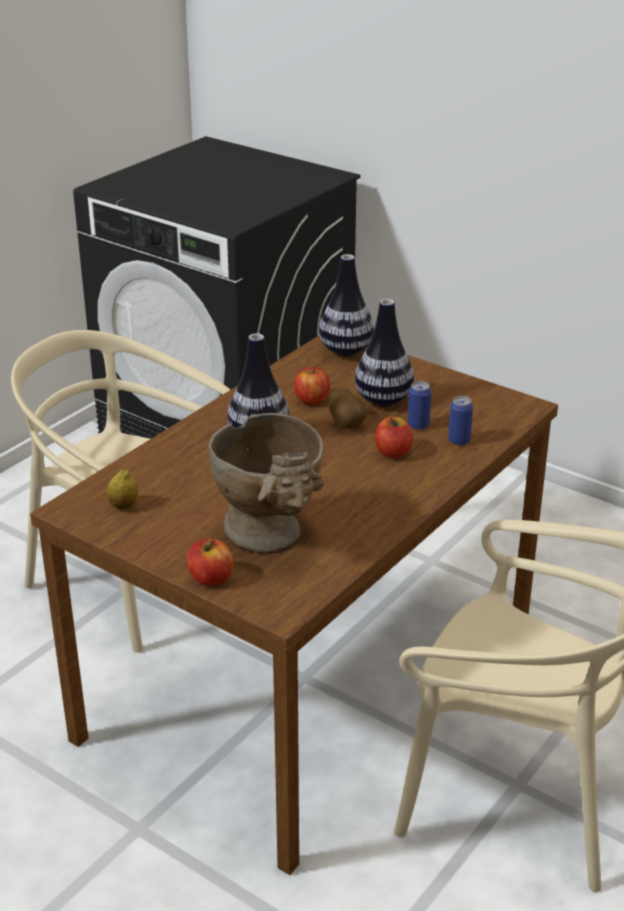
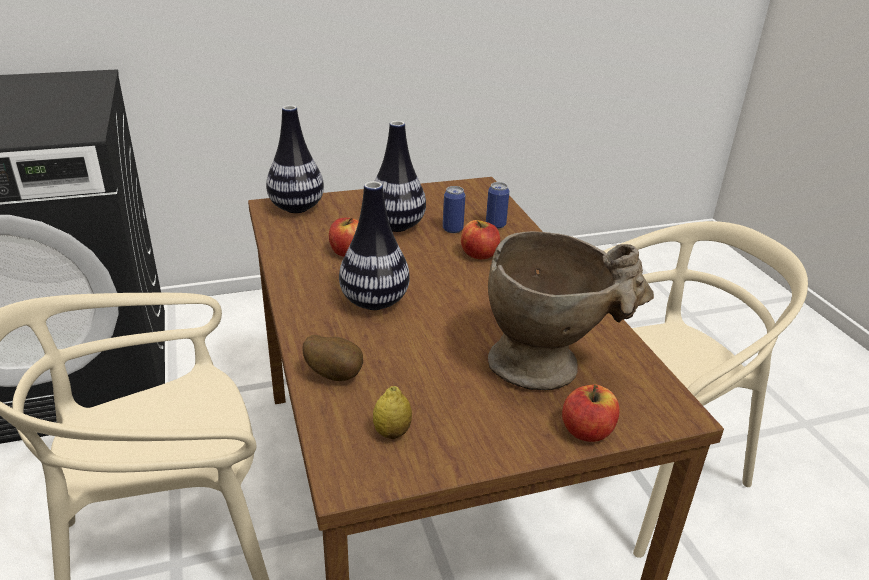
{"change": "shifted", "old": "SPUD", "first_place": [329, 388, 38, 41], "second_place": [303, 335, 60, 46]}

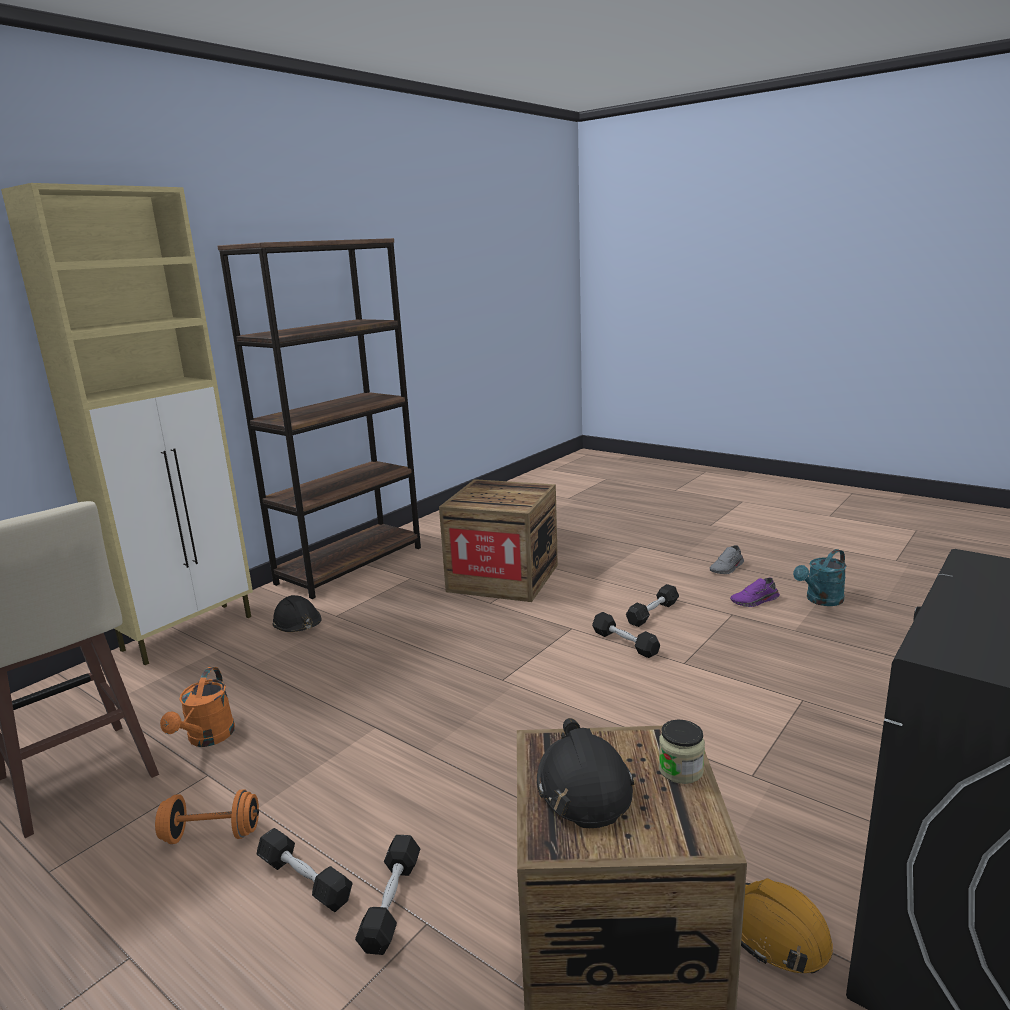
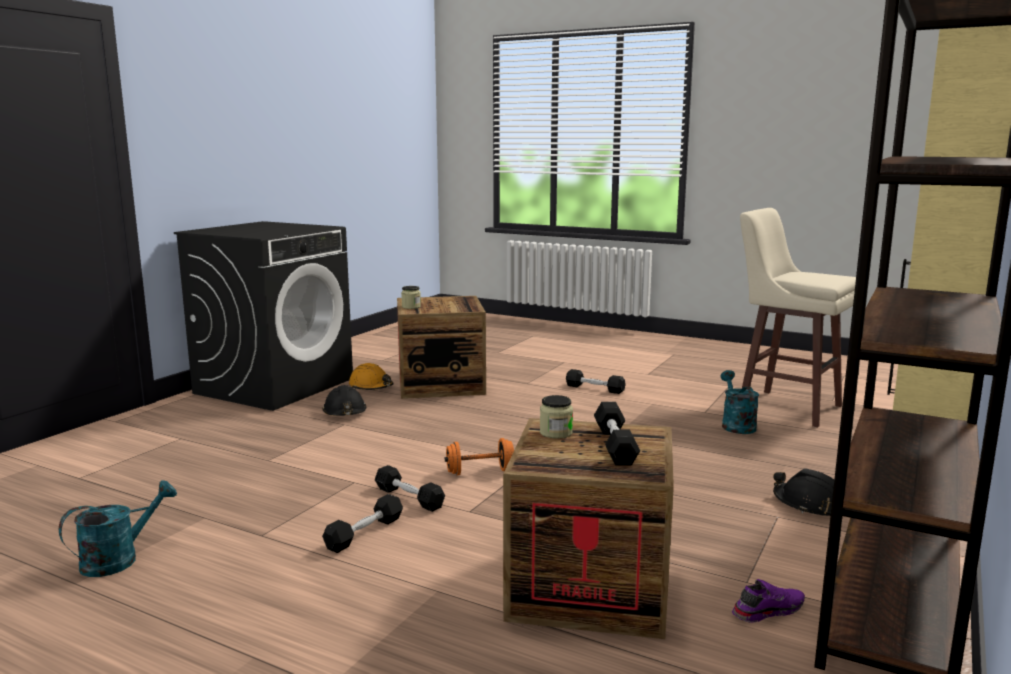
{"change": "shifted", "old": "BLACKISH SAFETY HELMET", "first_place": [537, 718, 97, 110], "second_place": [322, 385, 44, 31]}
{"change": "shifted", "old": "ORANGEY FREE WEIGHT", "first_place": [155, 789, 104, 55], "second_place": [445, 438, 69, 37]}
{"change": "new", "new": "JAR", "second_place": [540, 395, 33, 44]}
{"change": "shifted", "old": "BLACKISH FREE WEIGHT", "first_place": [355, 835, 65, 120], "second_place": [594, 402, 46, 64]}
{"change": "repainted", "old": "ORANGEY SPRINKLING CAN", "new": "TURQUOISE SPRINKLING CAN", "first_place": [160, 667, 75, 80], "second_place": [721, 370, 38, 64]}
{"change": "shifted", "old": "PURPLISH SHOE", "first_place": [730, 578, 50, 29], "second_place": [732, 579, 73, 44]}
{"change": "gone", "old": "GRAY SHOE", "first_place": [710, 545, 34, 29]}

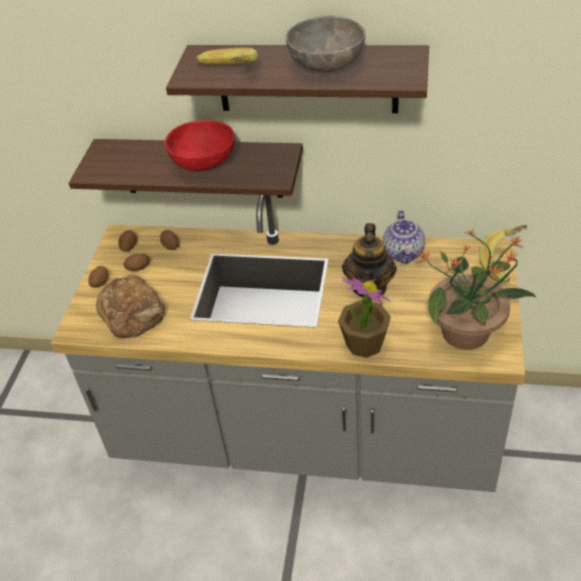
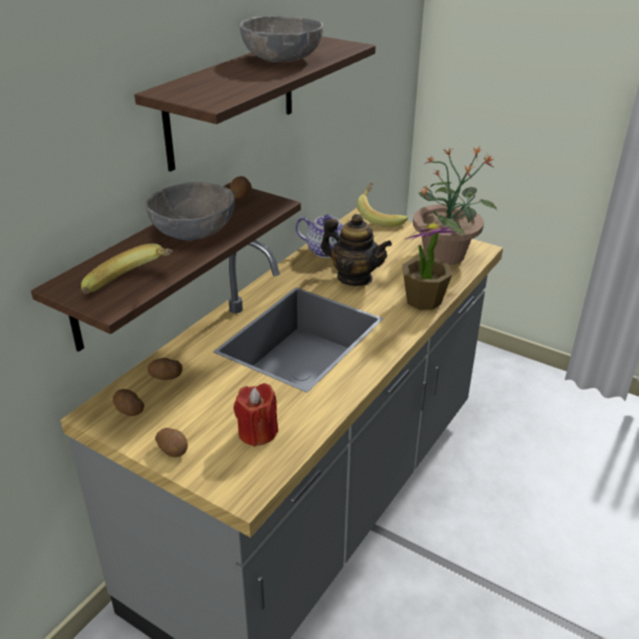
{"change": "shifted", "old": "BANANA FRUIT", "first_place": [196, 48, 63, 17], "second_place": [81, 244, 91, 50]}
{"change": "repainted", "old": "RED BOWL", "new": "GRAY BOWL", "first_place": [165, 120, 70, 51], "second_place": [145, 182, 90, 59]}
{"change": "shifted", "old": "SPUD", "first_place": [124, 253, 26, 18], "second_place": [230, 176, 22, 23]}
{"change": "swapped", "old": "BAKERY BREAD", "new": "RED WAX CANDLE", "first_place": [96, 275, 69, 63], "second_place": [234, 383, 44, 64]}

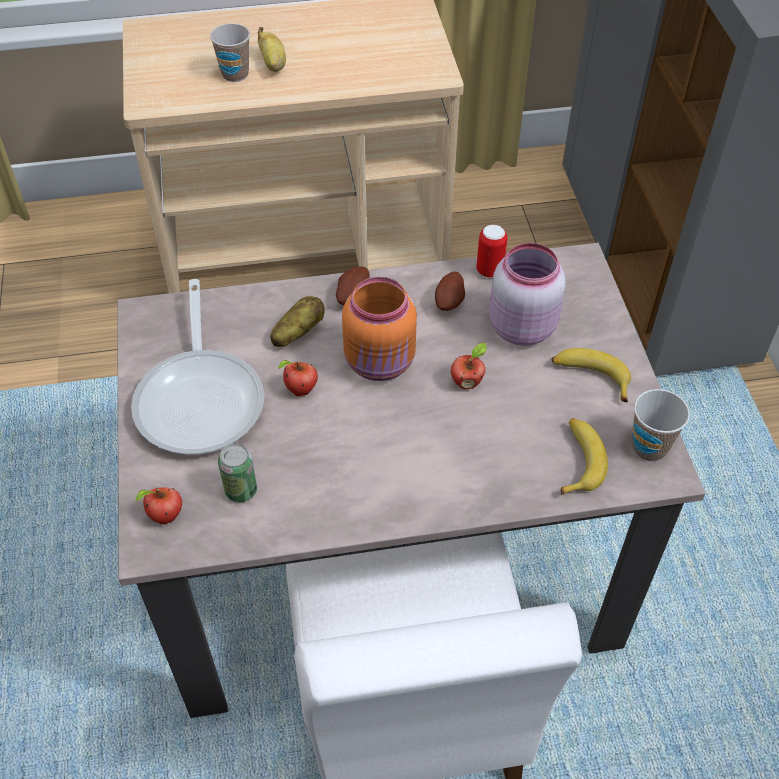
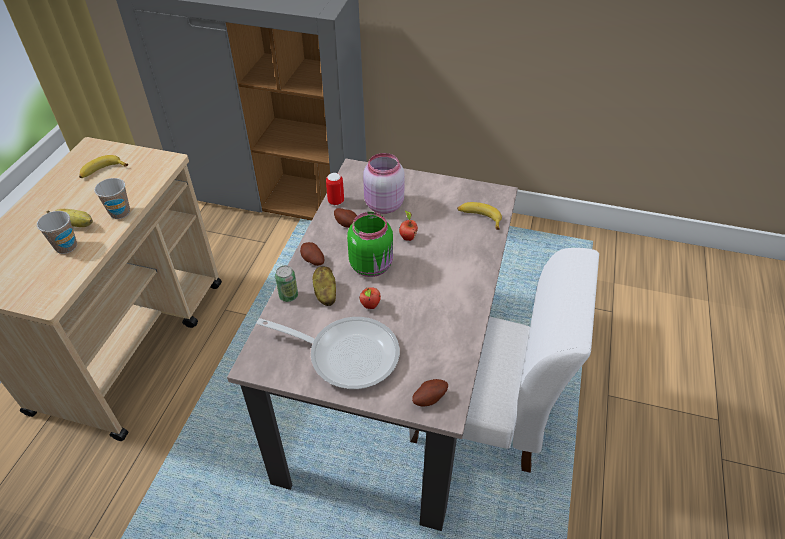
{"change": "shifted", "old": "BANANA FRUIT", "first_place": [551, 348, 80, 54], "second_place": [79, 155, 49, 23]}
{"change": "shifted", "old": "DRINKING CUP", "first_place": [632, 389, 58, 73], "second_place": [94, 178, 36, 41]}
{"change": "shifted", "old": "SEALED CAN", "first_place": [218, 444, 39, 58], "second_place": [275, 265, 23, 37]}
{"change": "repainted", "old": "ORANGEY JAR", "new": "GREEN JAR", "first_place": [342, 277, 75, 104], "second_place": [347, 212, 46, 65]}
{"change": "swapped", "old": "WHOLE APPLE", "new": "SPUD", "first_place": [136, 488, 46, 36], "second_place": [412, 379, 36, 28]}

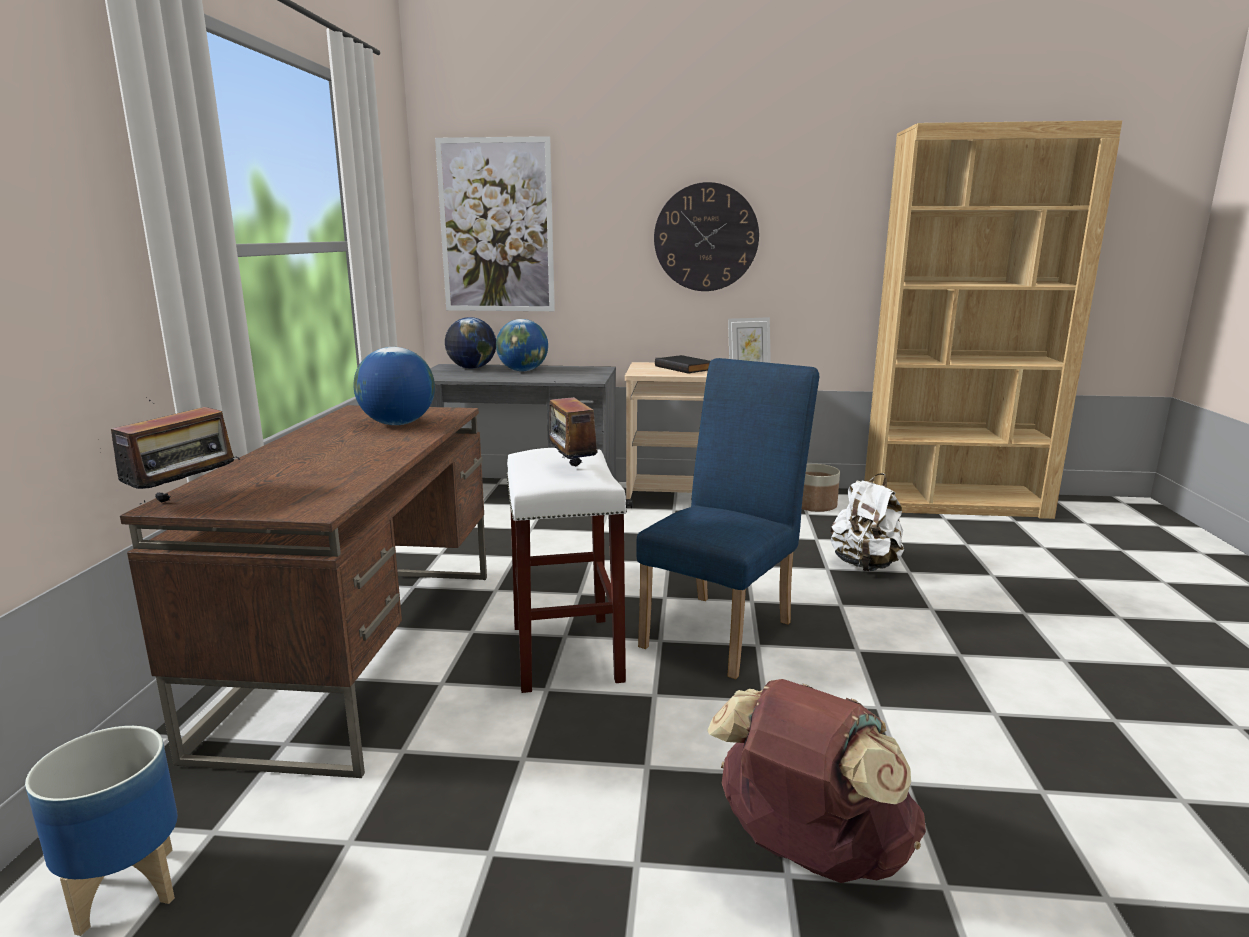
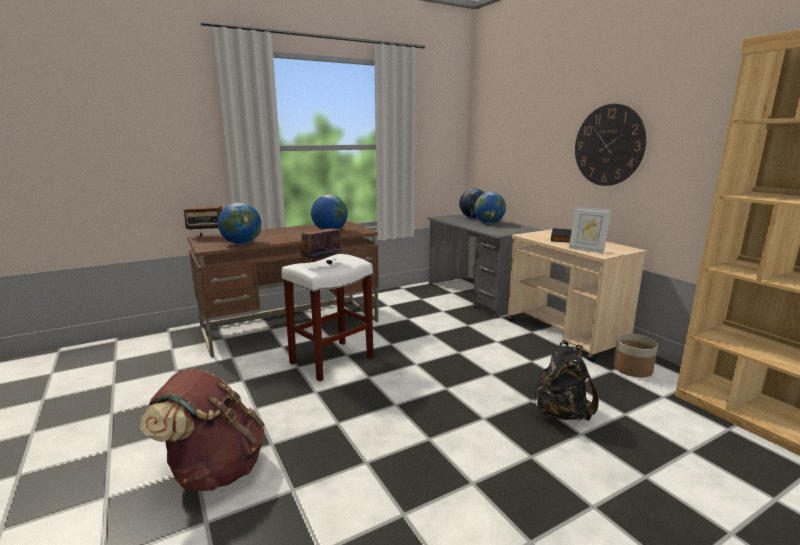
{"change": "new", "new": "DESK GLOBE", "second_place": [218, 203, 44, 41]}
{"change": "repainted", "old": "WHITE-COLOURED BACKPACK", "new": "BLACKISH BACKPACK", "first_place": [831, 473, 73, 98], "second_place": [534, 344, 65, 77]}
{"change": "gone", "old": "PLANT POT", "first_place": [25, 726, 153, 210]}
{"change": "gone", "old": "WALL ART", "first_place": [435, 136, 120, 175]}
{"change": "gone", "old": "BLUE CHAIR", "first_place": [636, 358, 183, 321]}

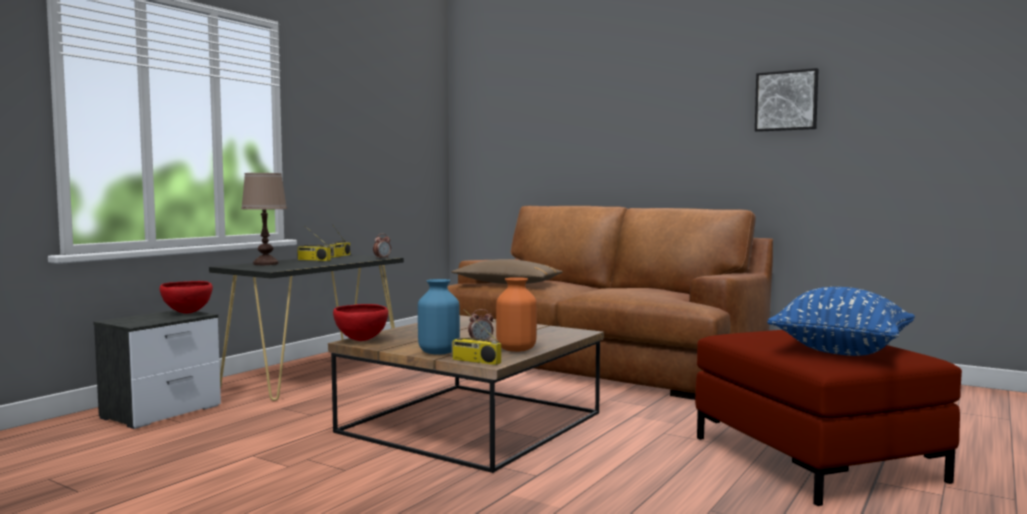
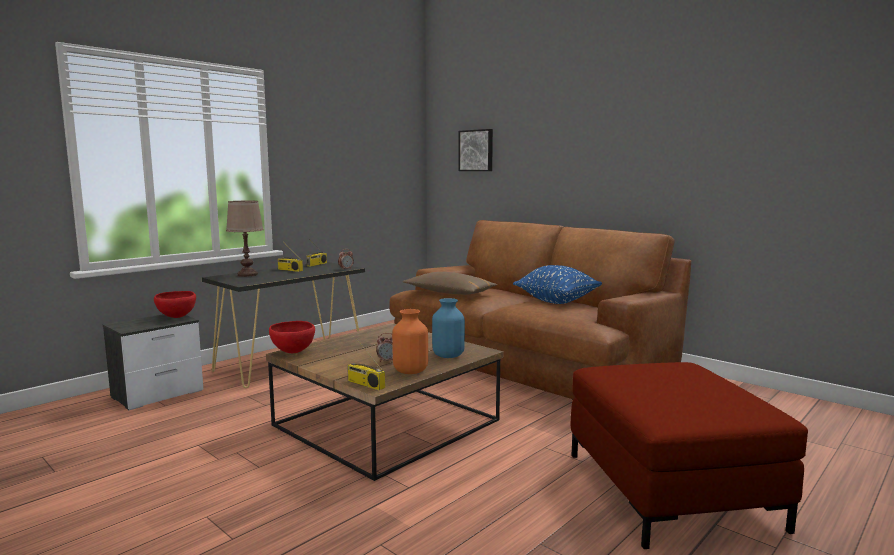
{"change": "shifted", "old": "BLUE FLOWER VASE", "first_place": [418, 279, 42, 76], "second_place": [432, 298, 33, 60]}
{"change": "shifted", "old": "WALL ART", "first_place": [755, 68, 64, 64], "second_place": [458, 129, 35, 42]}
{"change": "shifted", "old": "BLUE PILLOW", "first_place": [768, 287, 147, 69], "second_place": [513, 265, 89, 39]}

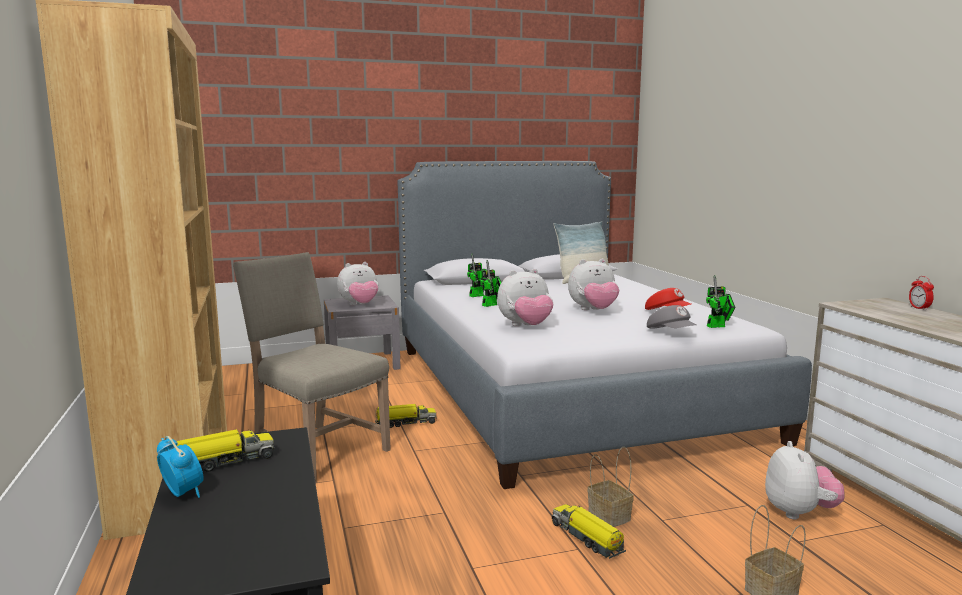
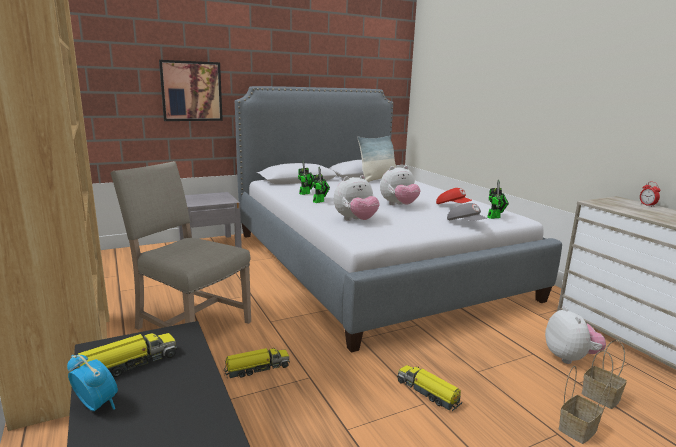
{"change": "new", "new": "WALL ART", "second_place": [159, 60, 64, 61]}
{"change": "shifted", "old": "MODEL TRUCK", "first_place": [375, 404, 62, 24], "second_place": [223, 348, 67, 30]}
{"change": "shifted", "old": "HOUSEHOLD BASKET", "first_place": [588, 447, 46, 80], "second_place": [582, 340, 45, 69]}
{"change": "gone", "old": "SOFT TOY", "first_place": [337, 262, 41, 43]}

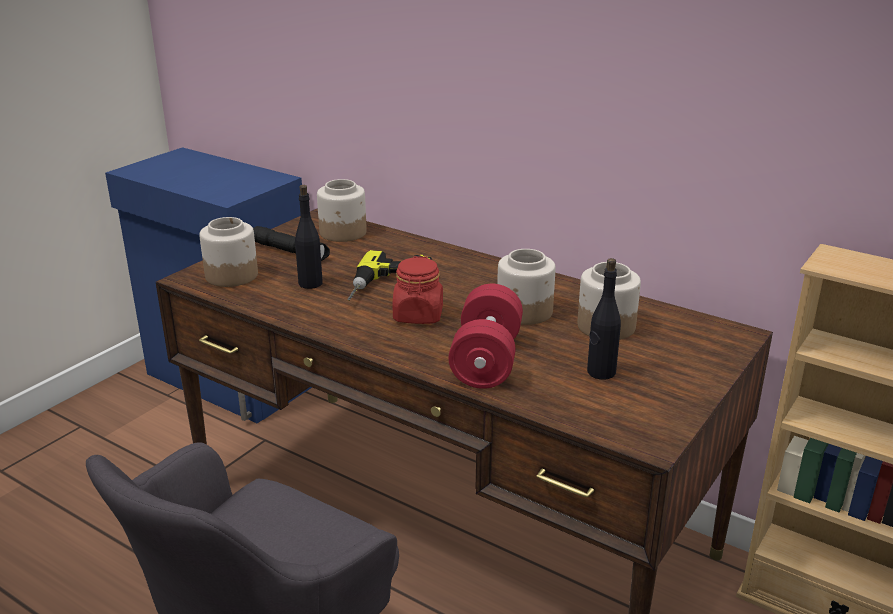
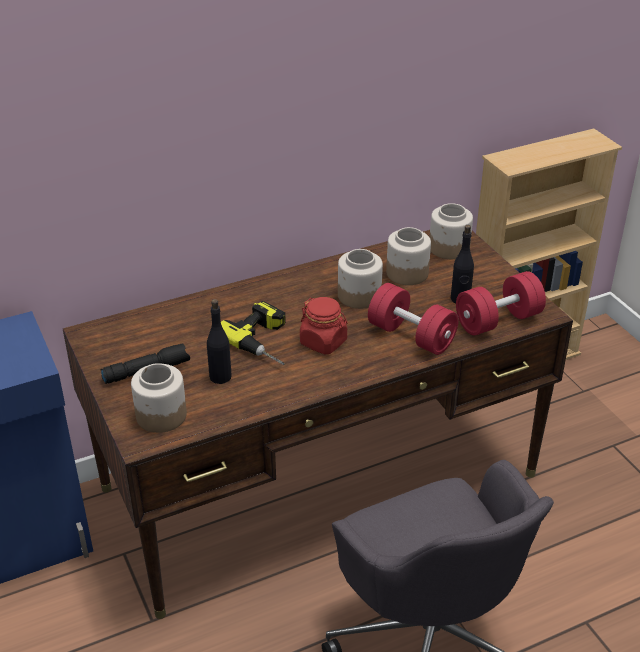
{"change": "shifted", "old": "JAR", "first_place": [317, 179, 50, 63], "second_place": [430, 203, 43, 56]}
{"change": "new", "new": "RED FREE WEIGHT", "second_place": [456, 271, 90, 64]}

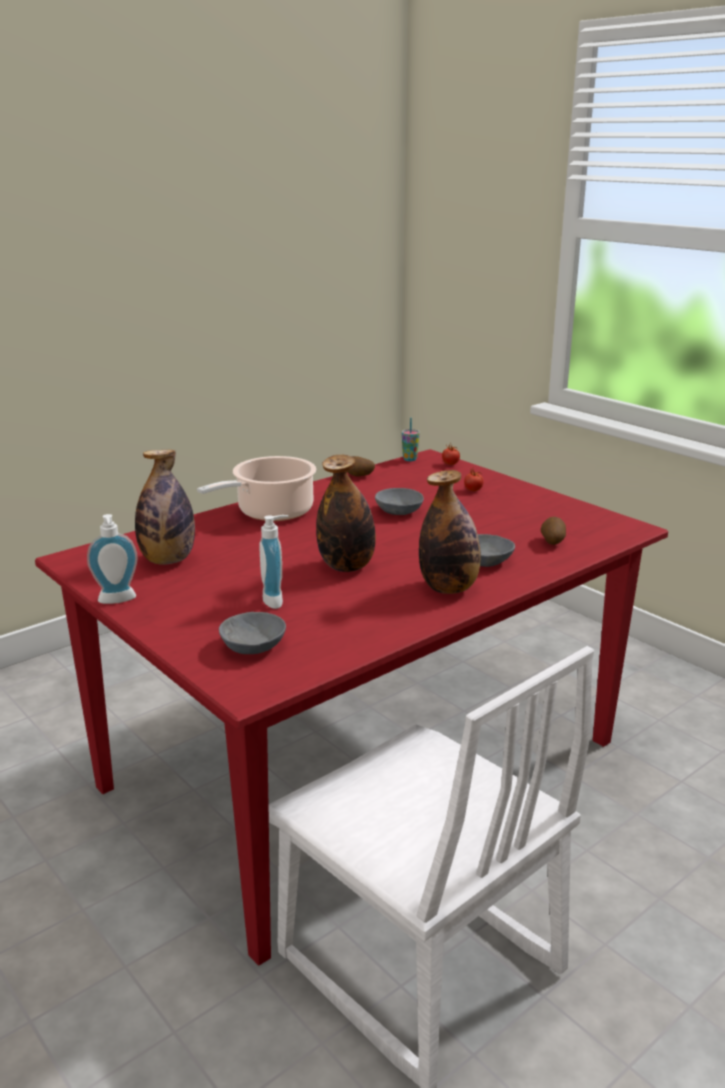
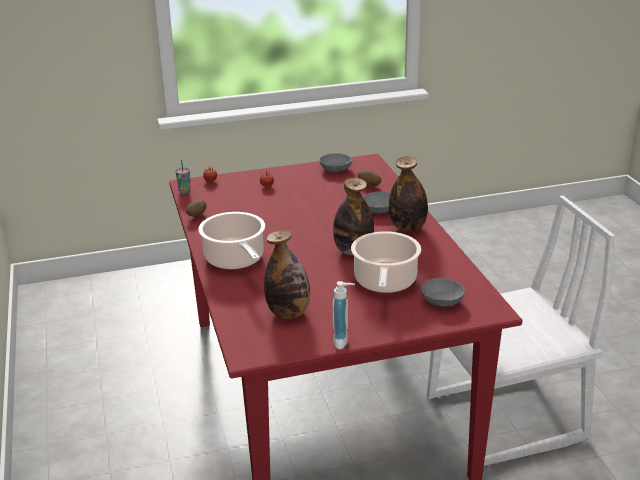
{"change": "shifted", "old": "GRAY BOWL", "first_place": [375, 488, 49, 27], "second_place": [319, 153, 34, 19]}
{"change": "swapped", "old": "SOAP DISPENSER", "new": "STOCKPOT", "first_place": [259, 515, 29, 94], "second_place": [351, 231, 70, 62]}

